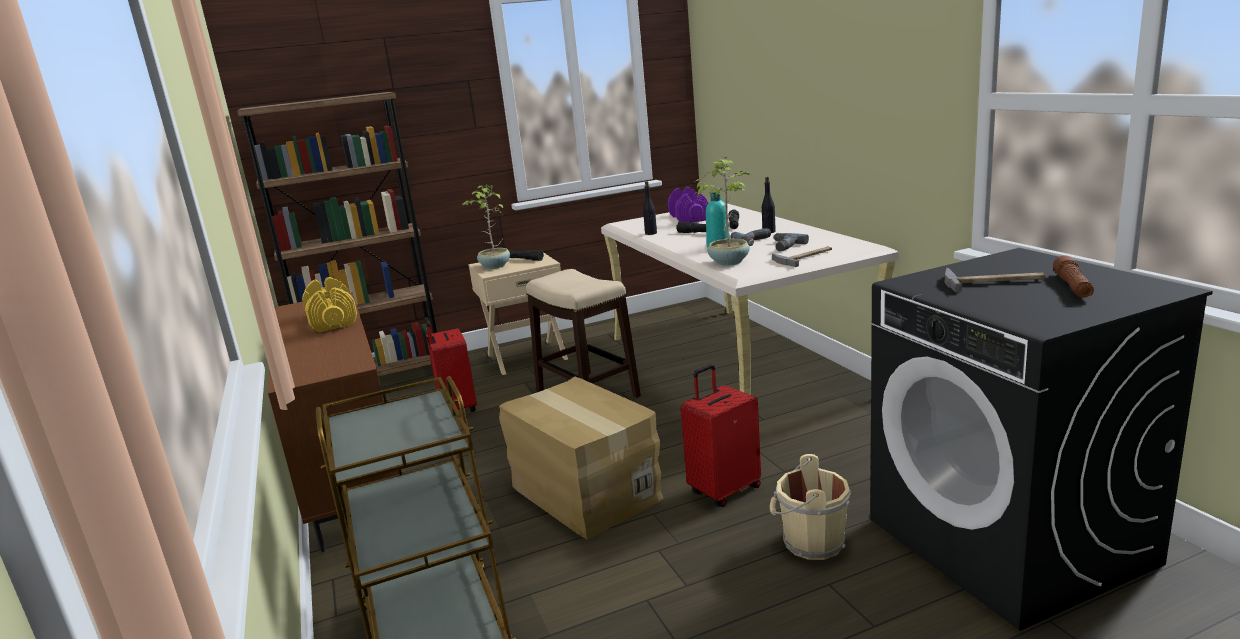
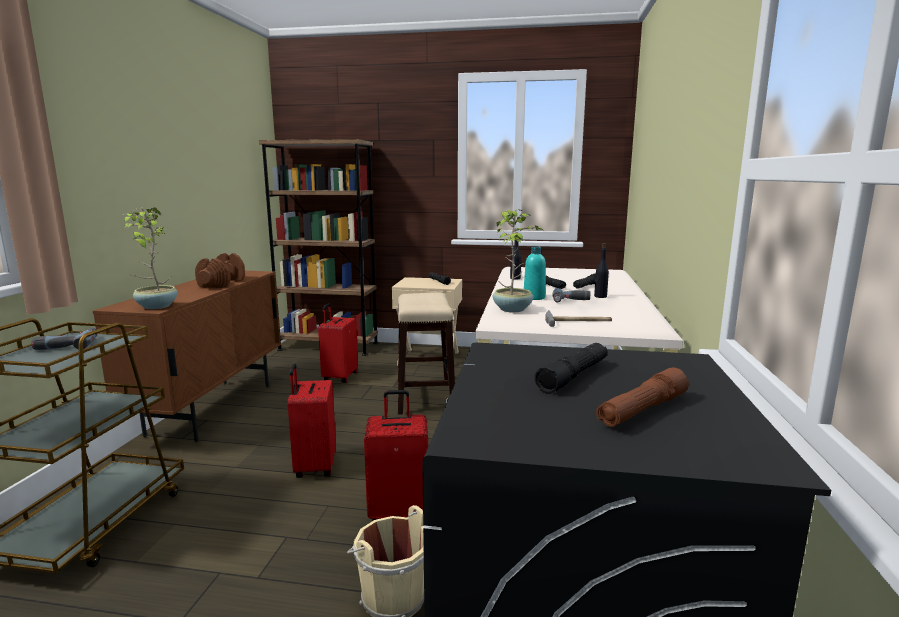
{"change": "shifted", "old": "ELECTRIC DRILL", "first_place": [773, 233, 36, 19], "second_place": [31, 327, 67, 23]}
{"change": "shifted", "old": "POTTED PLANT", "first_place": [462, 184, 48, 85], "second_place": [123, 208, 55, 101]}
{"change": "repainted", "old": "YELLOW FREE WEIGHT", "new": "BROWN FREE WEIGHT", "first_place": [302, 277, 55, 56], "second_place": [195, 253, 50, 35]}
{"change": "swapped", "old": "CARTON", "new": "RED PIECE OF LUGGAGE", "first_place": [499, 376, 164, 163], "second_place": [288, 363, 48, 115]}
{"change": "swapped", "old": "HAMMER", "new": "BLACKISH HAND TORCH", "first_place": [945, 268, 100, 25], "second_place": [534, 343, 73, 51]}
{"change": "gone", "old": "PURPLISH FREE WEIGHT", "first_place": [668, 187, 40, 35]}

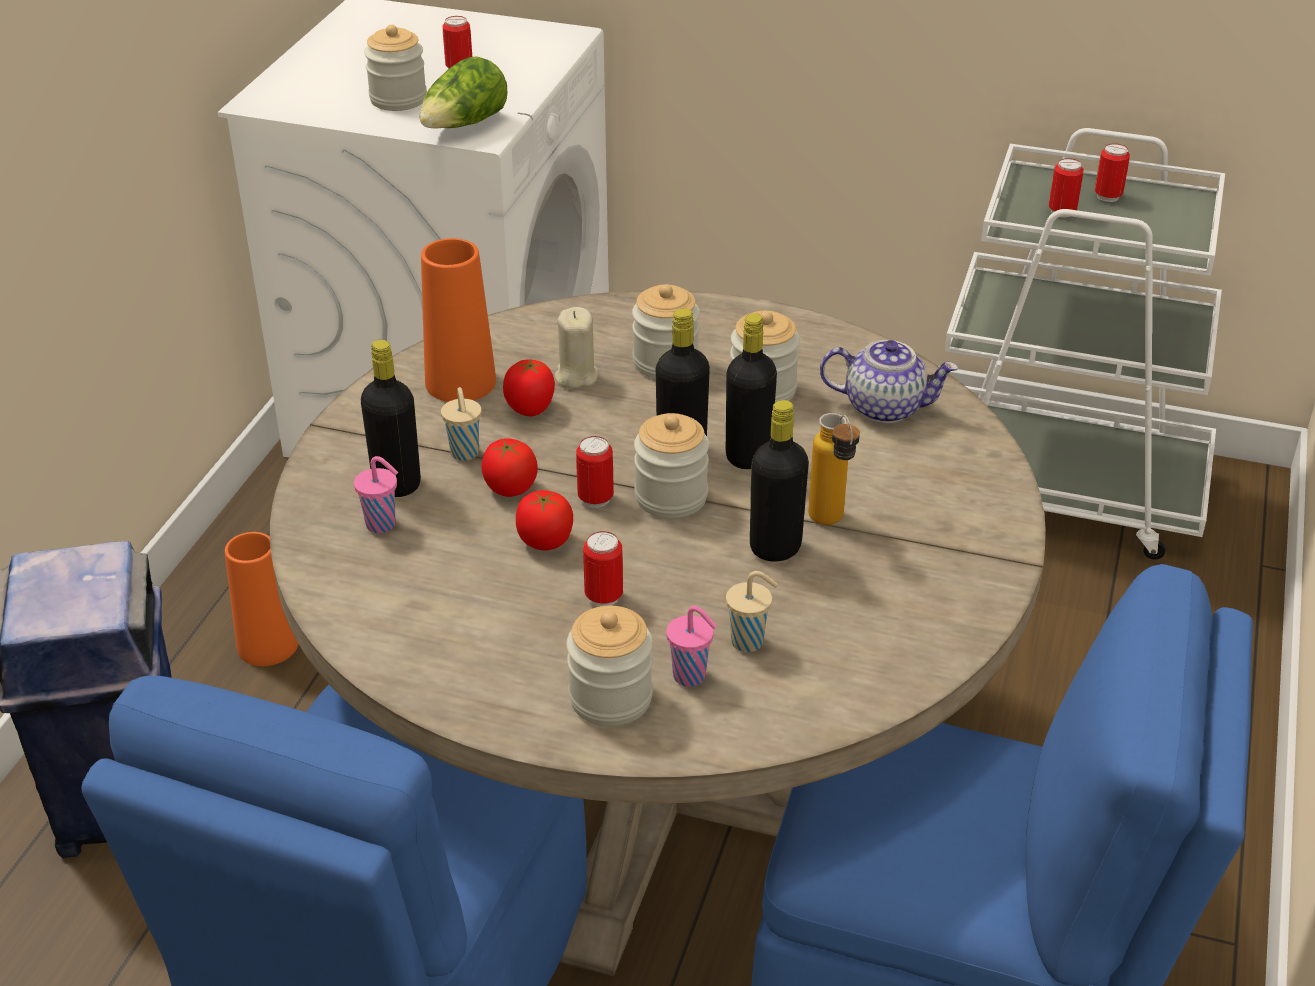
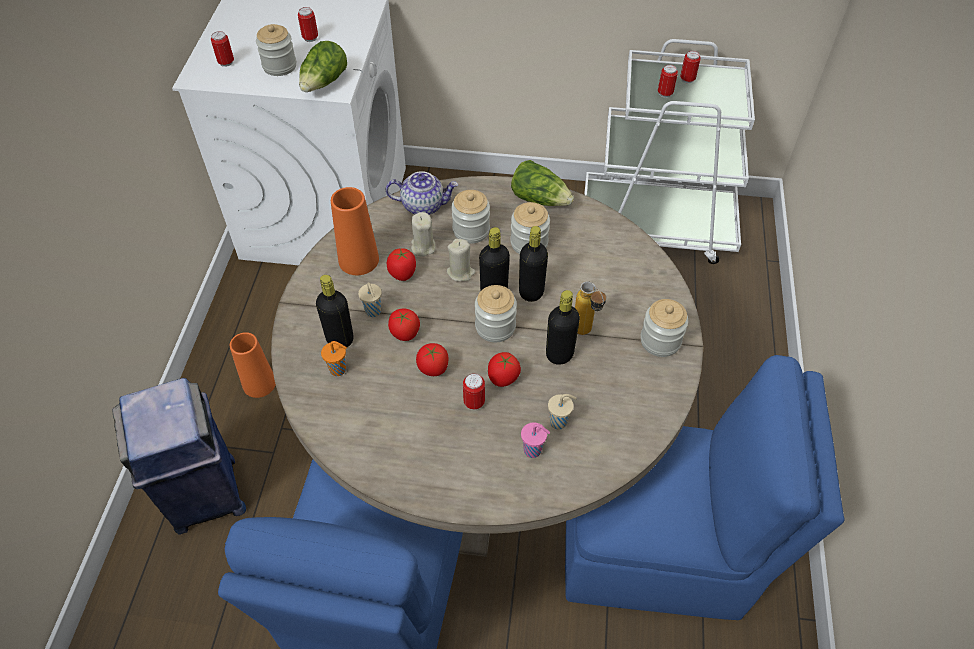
{"change": "shifted", "old": "SEALED CAN", "first_place": [576, 436, 38, 72], "second_place": [211, 31, 23, 36]}
{"change": "repainted", "old": "PINK DRINKING CUP", "new": "ORANGEY DRINKING CUP", "first_place": [354, 456, 44, 77], "second_place": [321, 341, 26, 35]}
{"change": "shifted", "old": "TEAPOT", "first_place": [820, 340, 138, 83], "second_place": [386, 171, 72, 44]}
{"change": "new", "new": "BEIGE WAX CANDLE", "second_place": [446, 239, 29, 43]}
{"change": "new", "new": "WHOLE TOMATO", "second_place": [488, 352, 33, 35]}
{"change": "new", "new": "LETTUCE", "second_place": [511, 160, 63, 46]}
{"change": "shifted", "old": "JAR", "first_place": [566, 606, 87, 120], "second_place": [640, 299, 48, 58]}

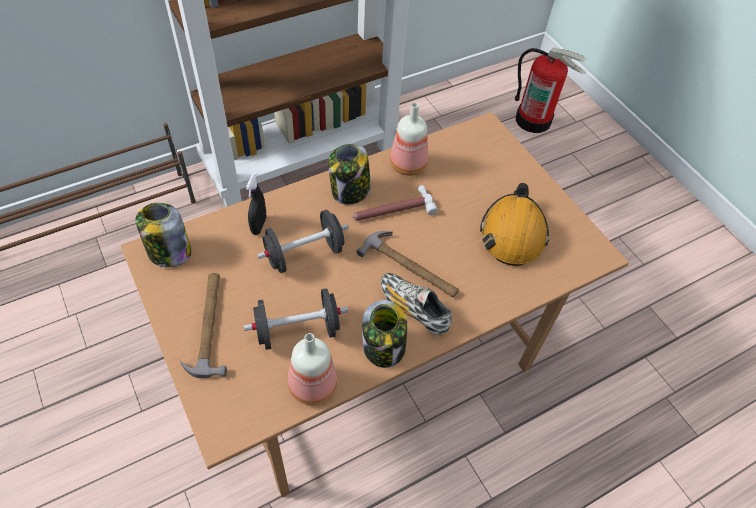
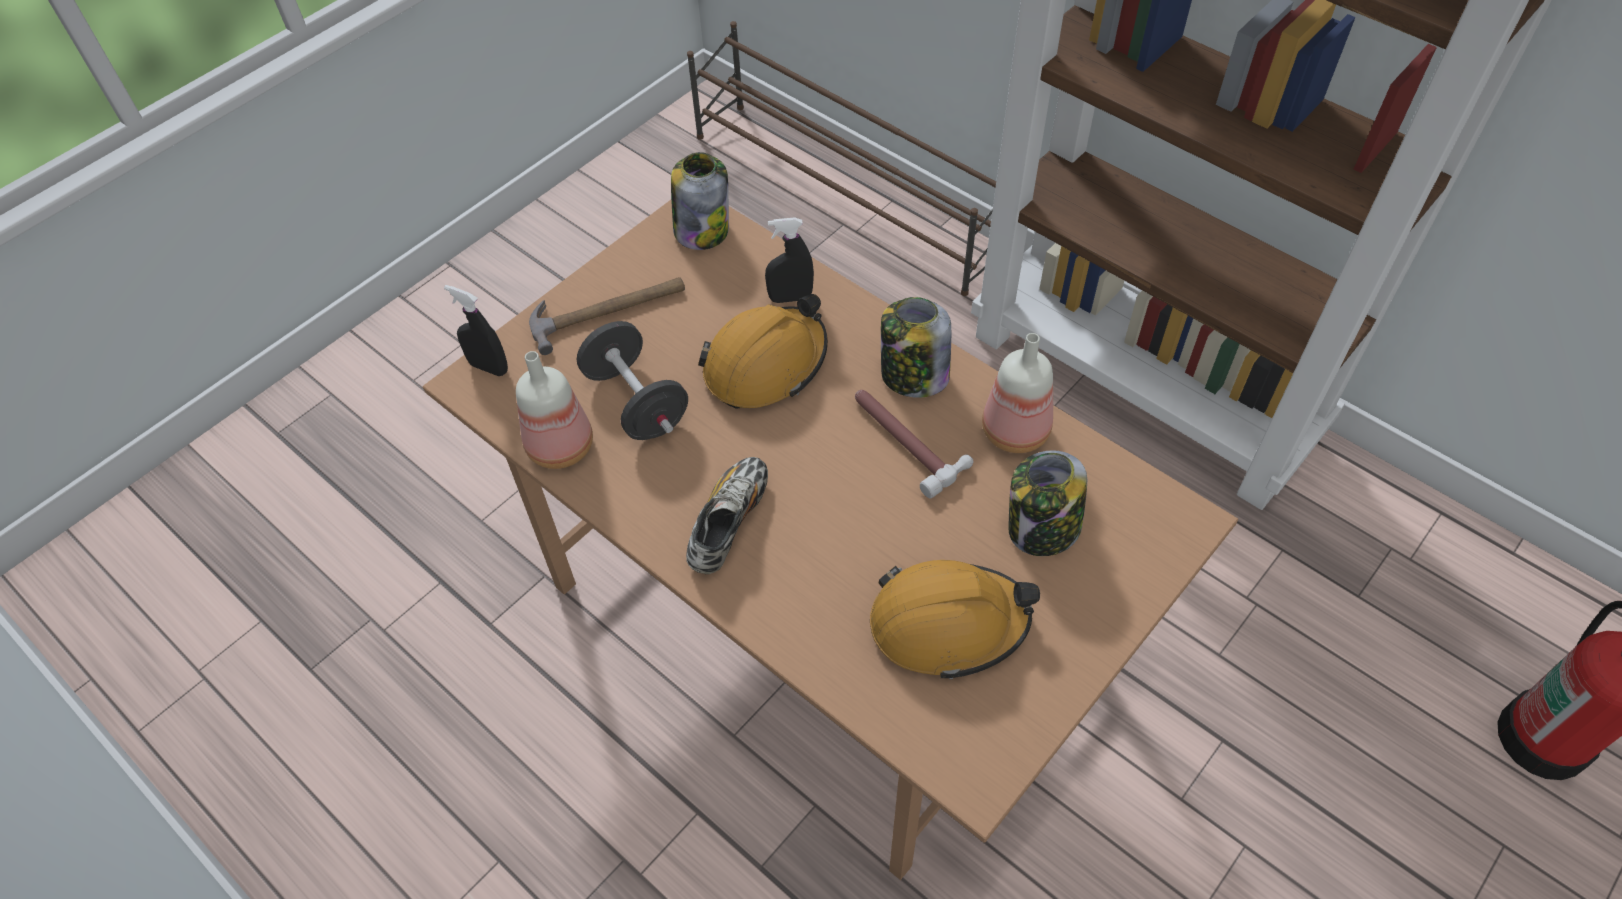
{"change": "new", "new": "BLACKISH HAND SPRAYER", "second_place": [444, 285, 64, 91]}
{"change": "swapped", "old": "BLACKISH FREE WEIGHT", "new": "ORANGEY SAFETY HELMET", "first_place": [257, 210, 92, 63], "second_place": [698, 294, 130, 115]}
{"change": "shifted", "old": "JAR", "first_place": [362, 300, 45, 68], "second_place": [1009, 450, 78, 106]}
{"change": "gone", "old": "HAMMER", "first_place": [356, 231, 103, 66]}

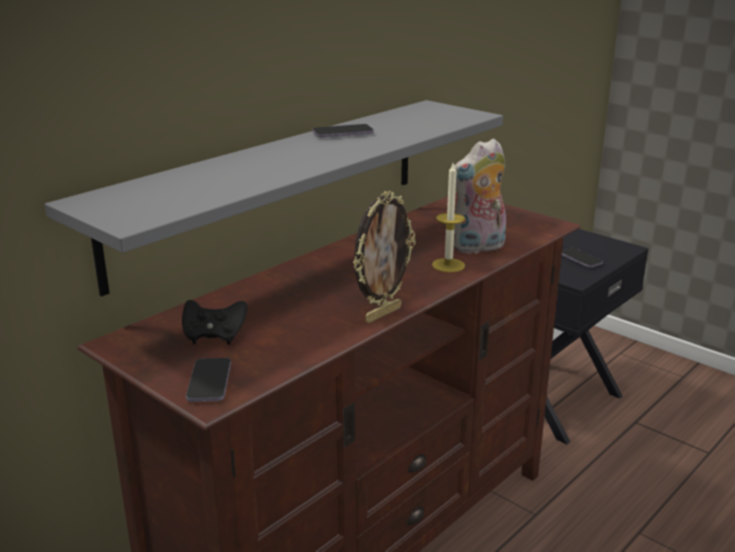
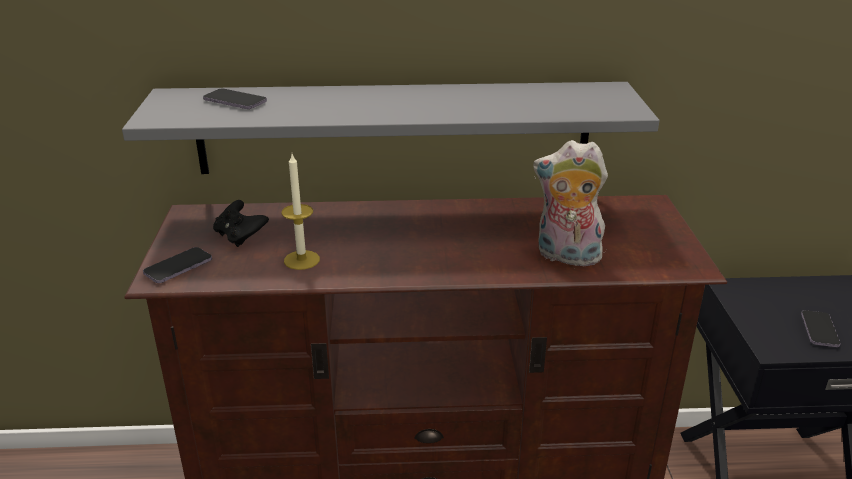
{"change": "shifted", "old": "HANDSET", "first_place": [312, 124, 62, 14], "second_place": [203, 89, 64, 20]}
{"change": "shifted", "old": "WAX CANDLE", "first_place": [432, 164, 33, 108], "second_place": [282, 154, 38, 116]}
{"change": "gone", "old": "PICTURE FRAME", "first_place": [353, 191, 63, 132]}

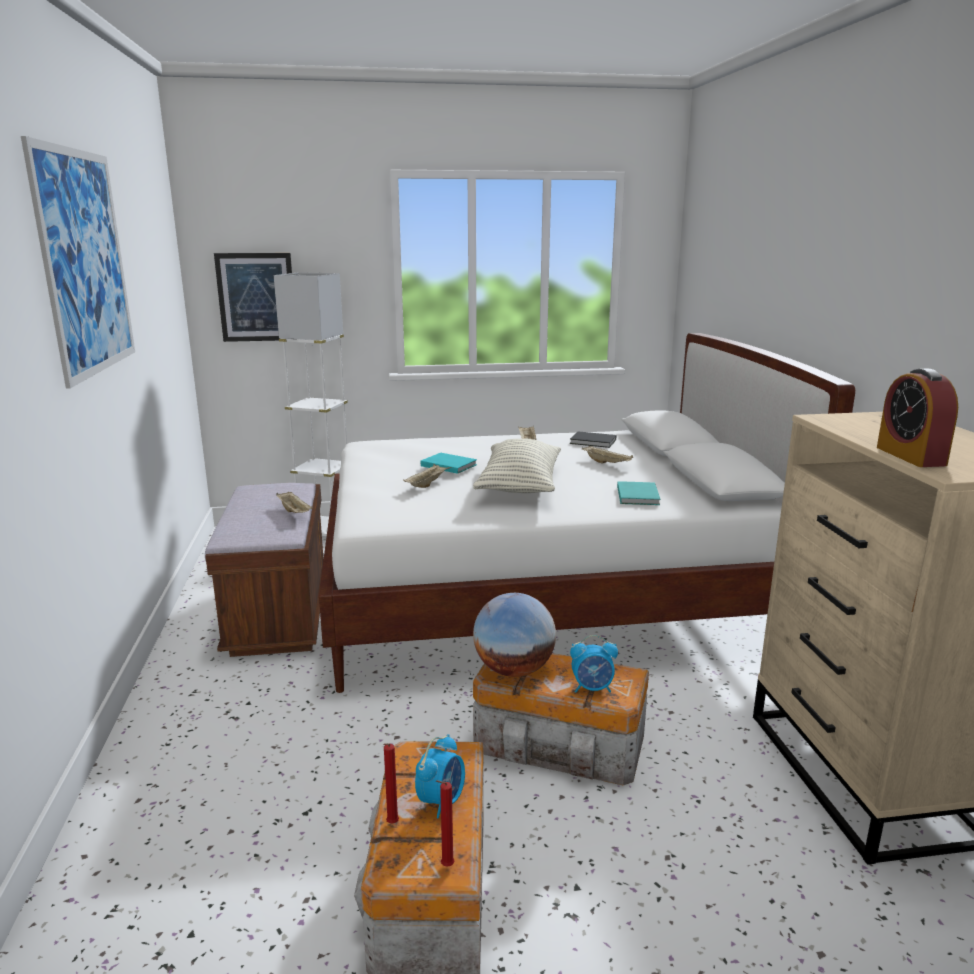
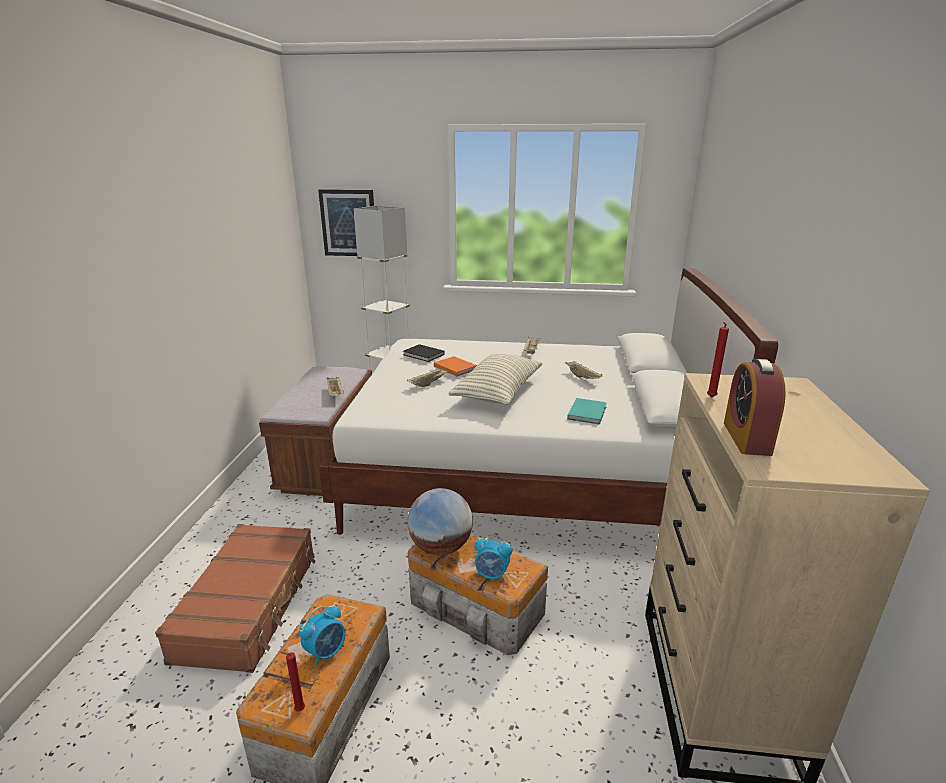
{"change": "new", "new": "BROWN PIECE OF LUGGAGE", "second_place": [155, 524, 160, 149]}
{"change": "shifted", "old": "BLACKISH VOLUME", "first_place": [570, 431, 46, 17], "second_place": [403, 344, 42, 18]}
{"change": "repainted", "old": "TURQUOISE VOLUME", "new": "ORANGEY VOLUME", "first_place": [421, 453, 56, 21], "second_place": [434, 356, 43, 20]}
{"change": "shifted", "old": "RED WAX CANDLE", "first_place": [383, 743, 16, 81], "second_place": [707, 322, 22, 76]}
{"change": "gone", "old": "WALL ART", "first_place": [21, 136, 114, 253]}

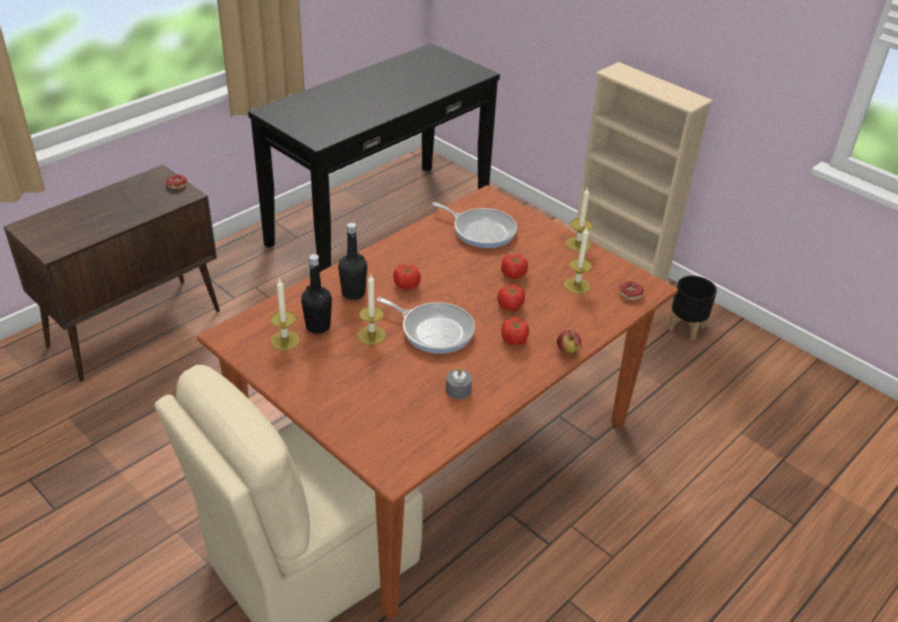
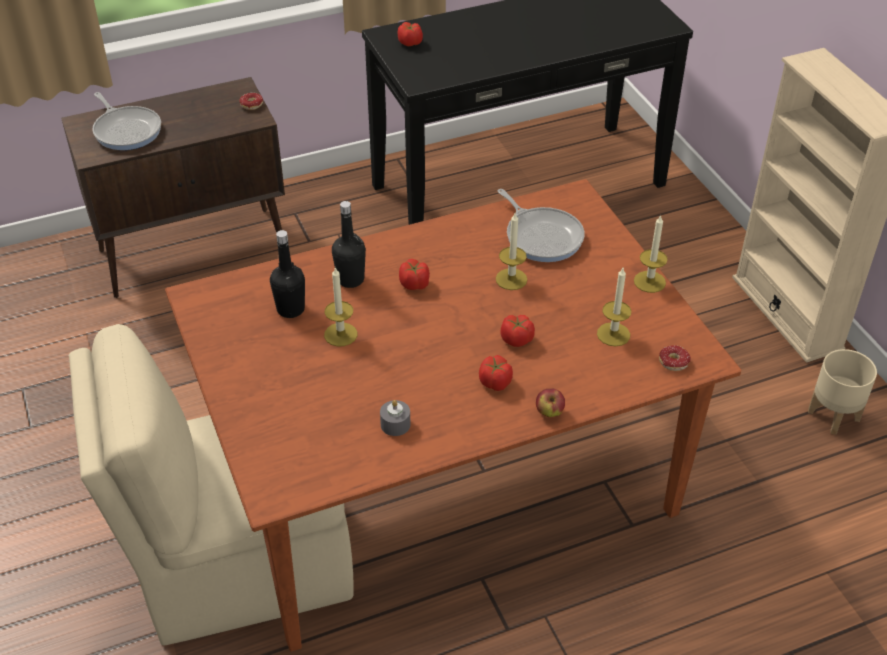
{"change": "shifted", "old": "FRYING PAN", "first_place": [377, 297, 98, 57], "second_place": [93, 92, 68, 58]}
{"change": "shifted", "old": "WHOLE TOMATO", "first_place": [501, 254, 27, 25], "second_place": [398, 22, 25, 24]}
{"change": "shifted", "old": "WAX CANDLE", "first_place": [271, 278, 29, 73], "second_place": [496, 213, 32, 77]}
{"change": "repainted", "old": "BLACKISH PLANT POT", "new": "BEIGE PLANT POT", "first_place": [668, 276, 49, 64], "second_place": [808, 349, 69, 86]}

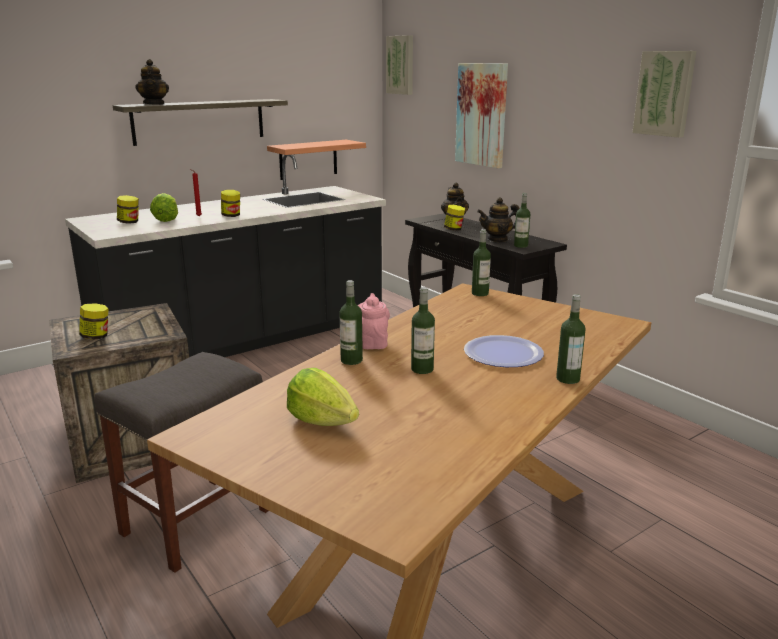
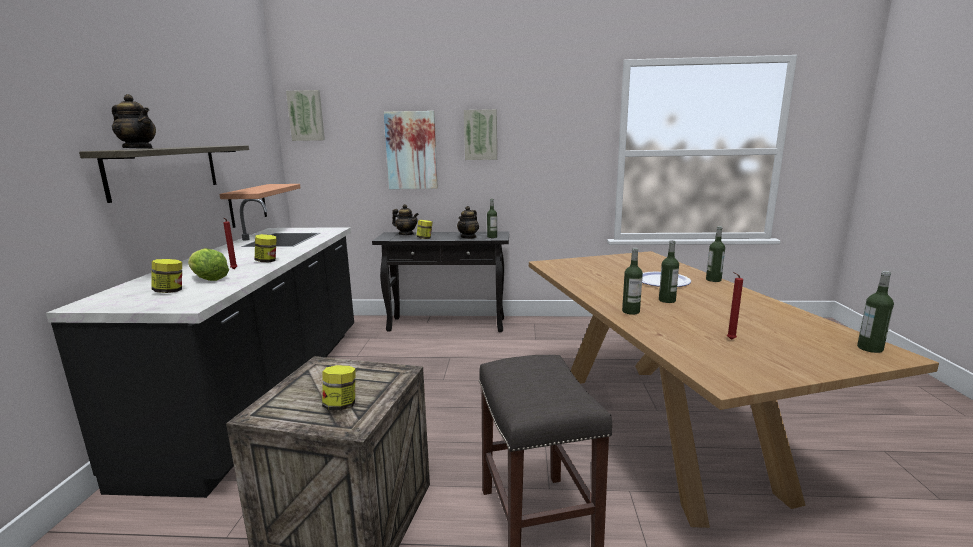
{"change": "shifted", "old": "WALL ART", "first_place": [632, 51, 64, 87], "second_place": [464, 109, 33, 51]}
{"change": "swapped", "old": "LETTUCE", "new": "RED WAX CANDLE", "first_place": [287, 368, 72, 58], "second_place": [727, 272, 16, 68]}
{"change": "shifted", "old": "BEVERAGE BOTTLE", "first_place": [472, 229, 19, 67], "second_place": [857, 271, 37, 82]}
{"change": "gone", "old": "PINK TEAPOT", "first_place": [358, 293, 32, 56]}

